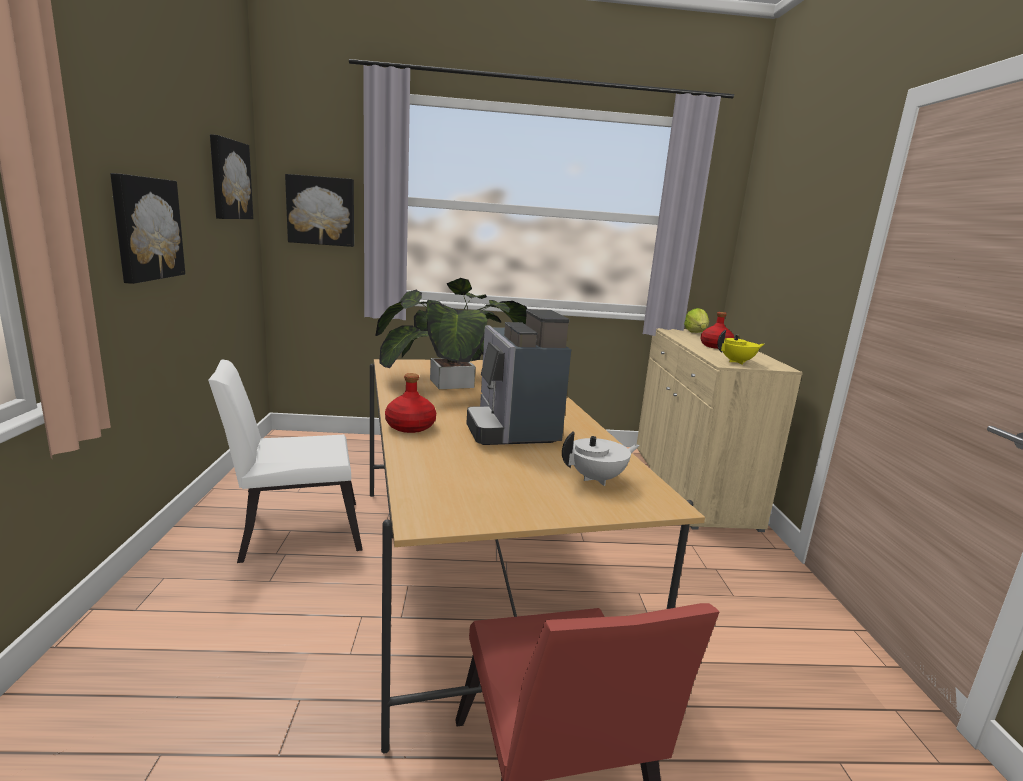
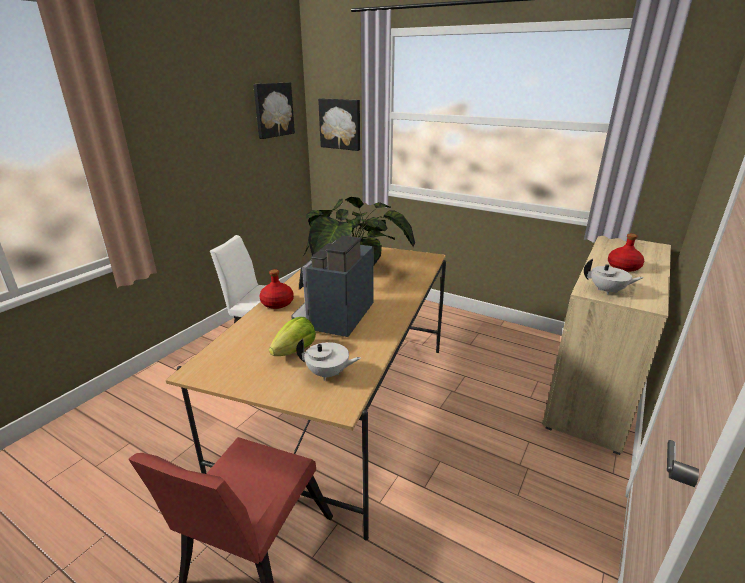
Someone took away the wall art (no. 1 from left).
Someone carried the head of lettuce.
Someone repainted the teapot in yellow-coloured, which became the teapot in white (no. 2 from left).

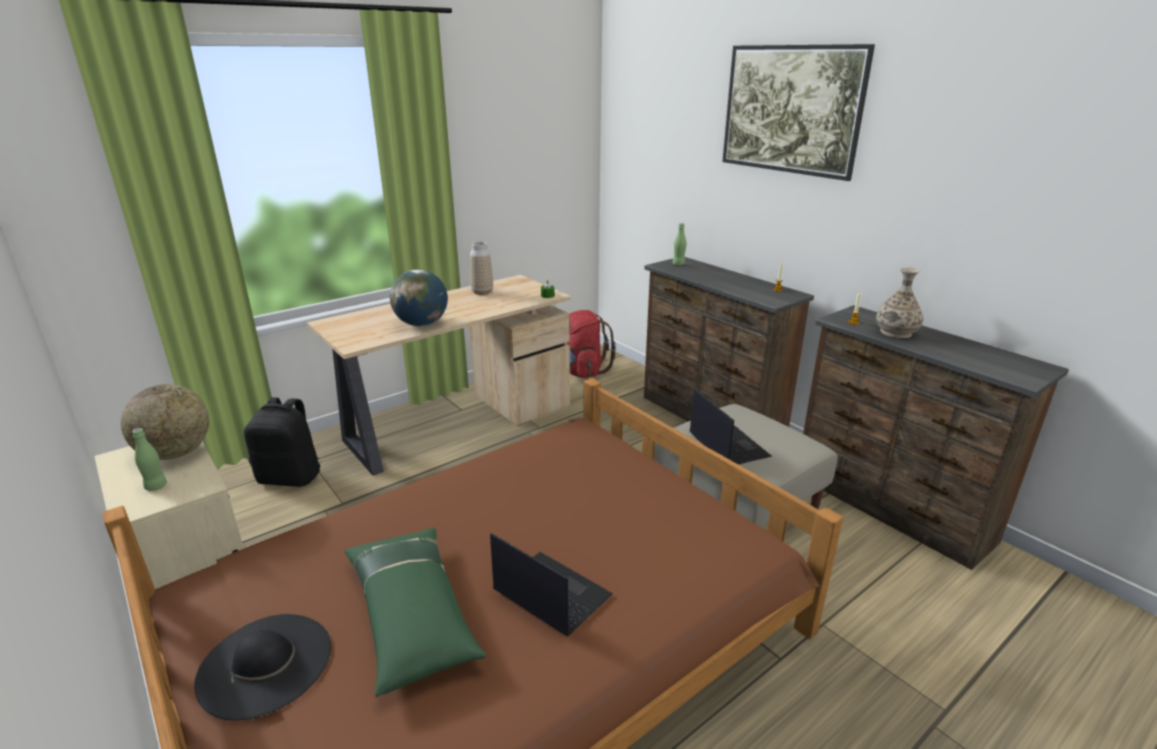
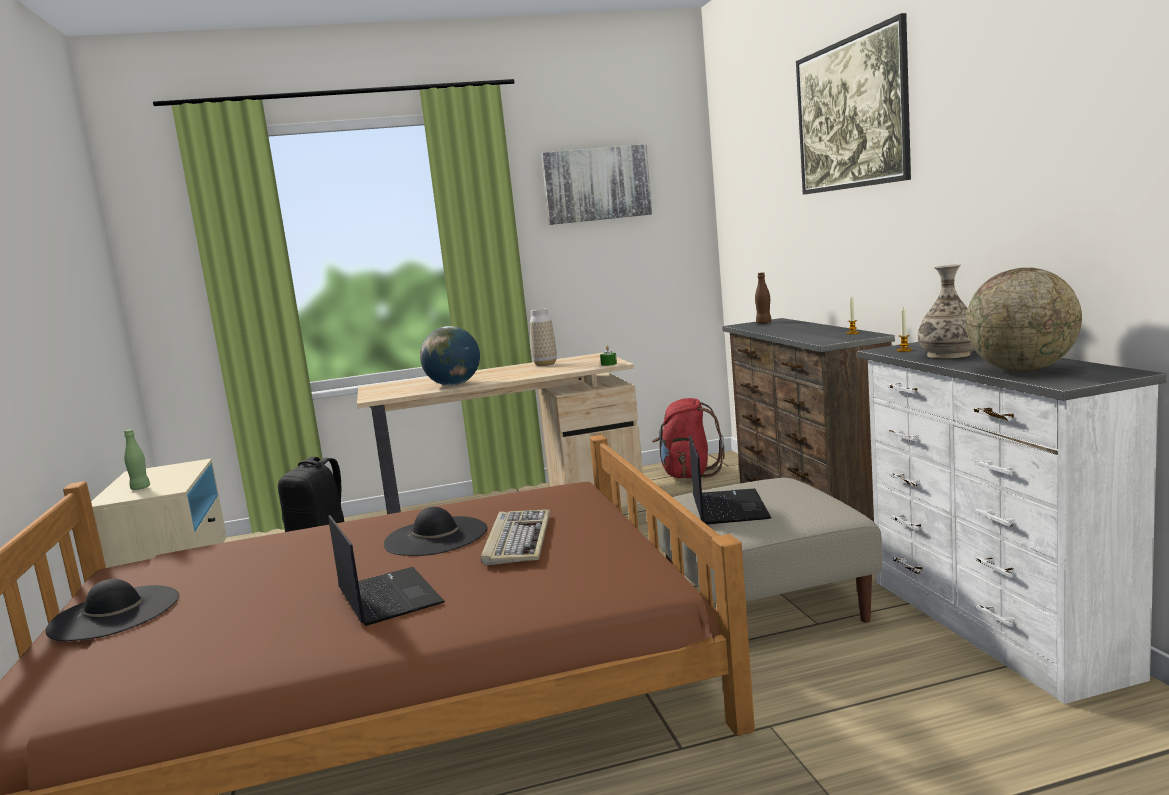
Someone carried the world globe (no. 1 from left in the first image).
Someone took away the cushion in green-coloured.
Someone repainted the drink bottle in green-coloured (no. 2 from left), which became the drink bottle in brown-coloured.
Someone repainted the chest of drawers in brown-coloured (no. 2 from left), which became the chest of drawers in white.
Someone put down the wearable hat in black-coloured (no. 2 from left).
Someone put down the keyboard.
Someone put up the wall art (no. 1 from left).

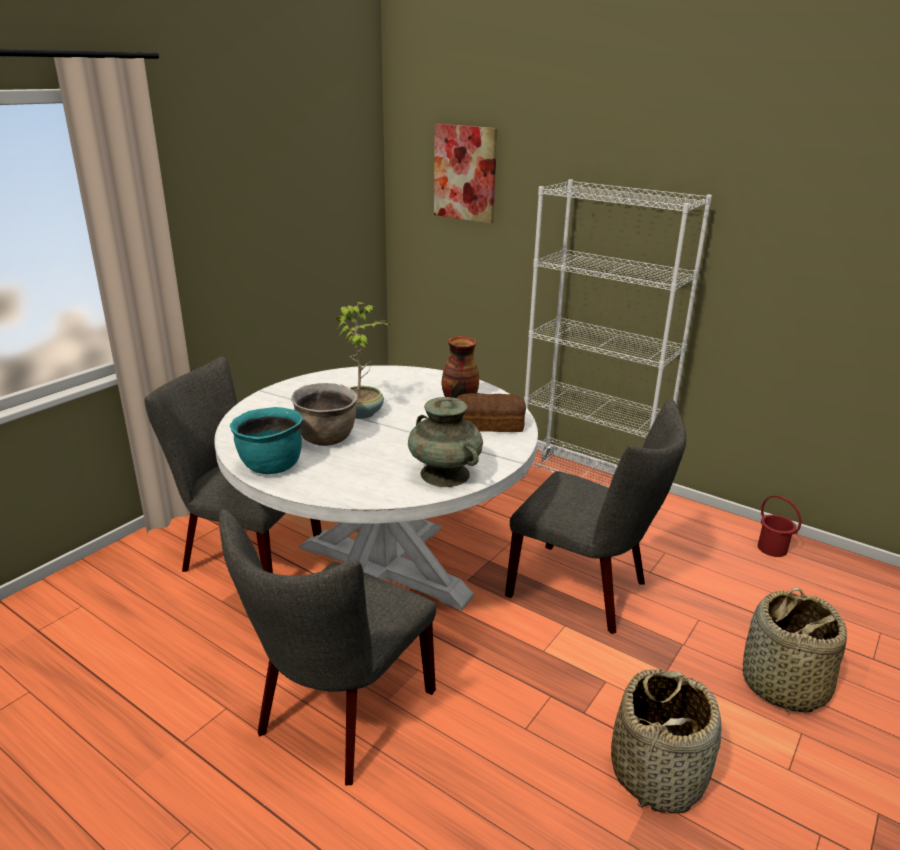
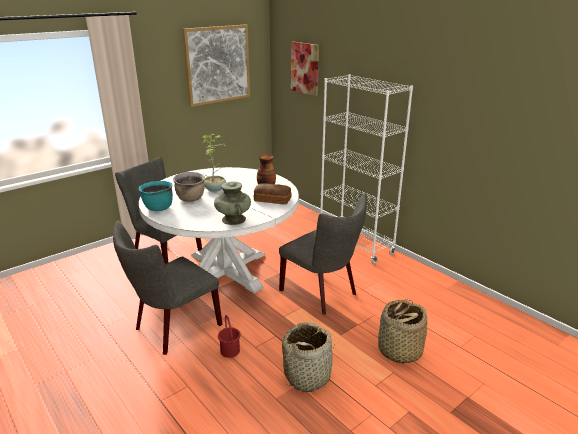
Someone carried the bucket in red-coloured.
Someone put up the wall art (no. 1 from left).

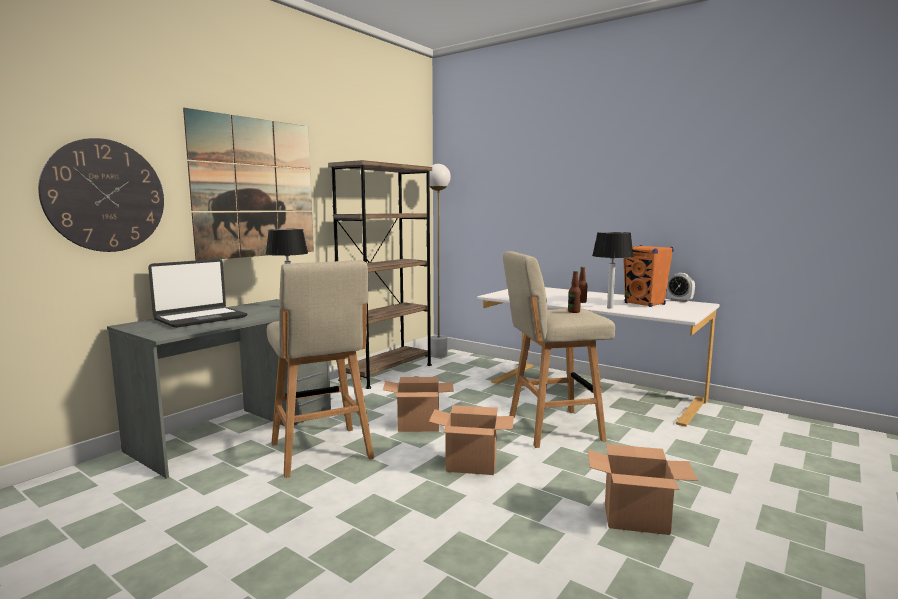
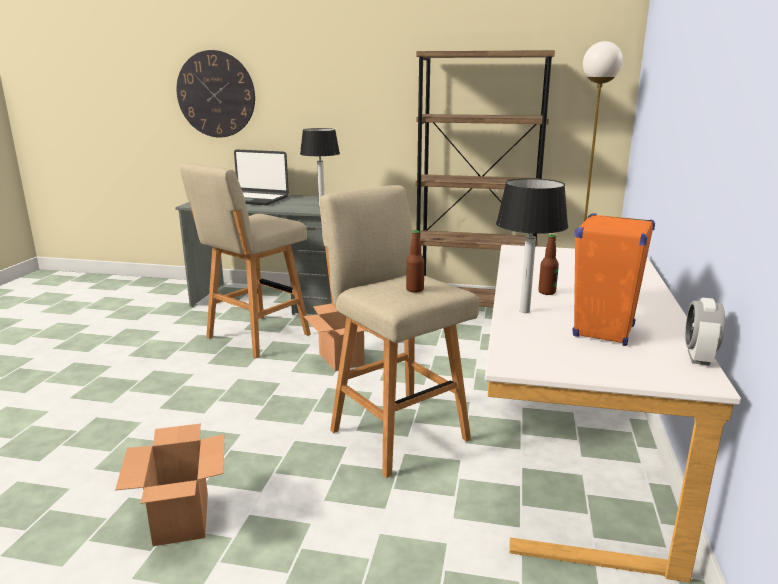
Someone took away the wall art.
Someone took away the cardboard box (no. 2 from left).

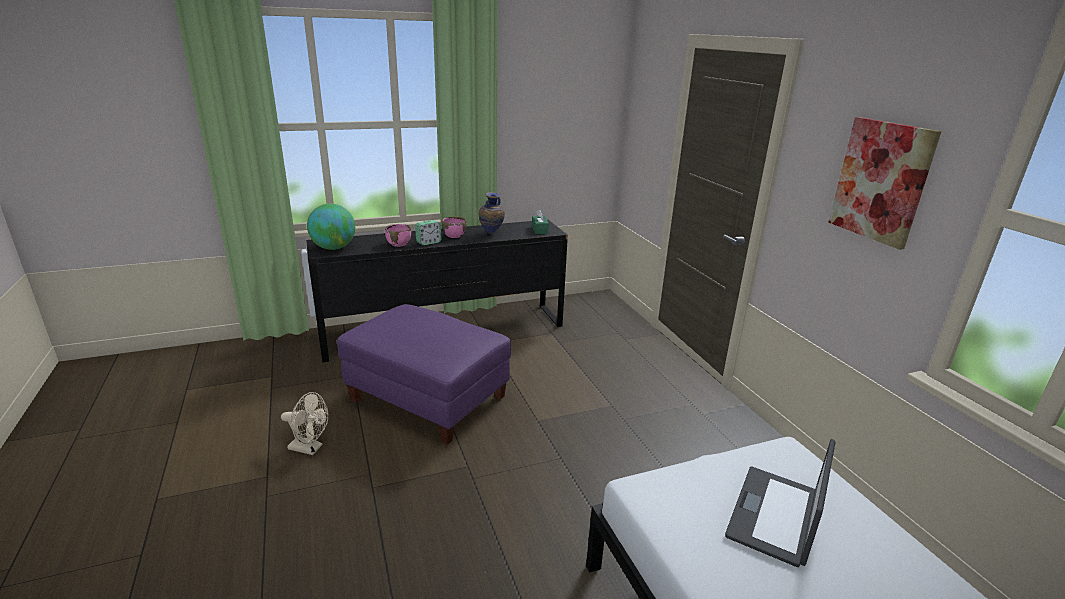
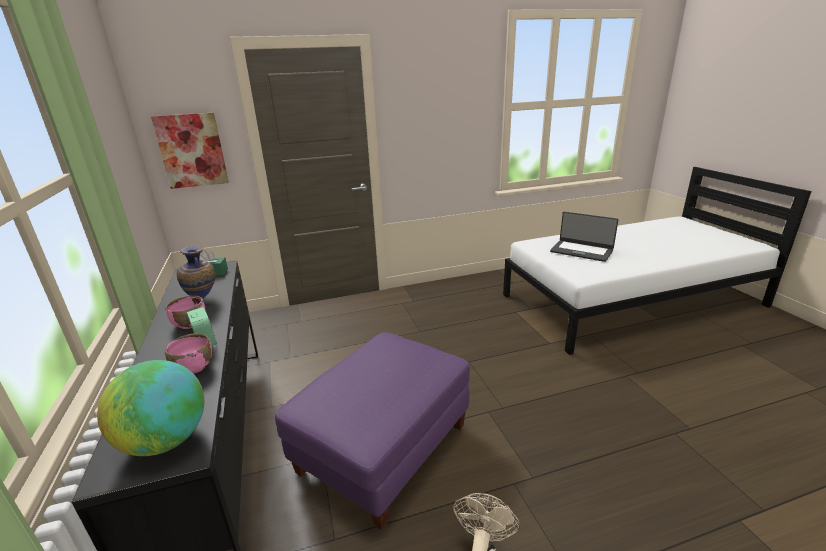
Someone carried the wall art.

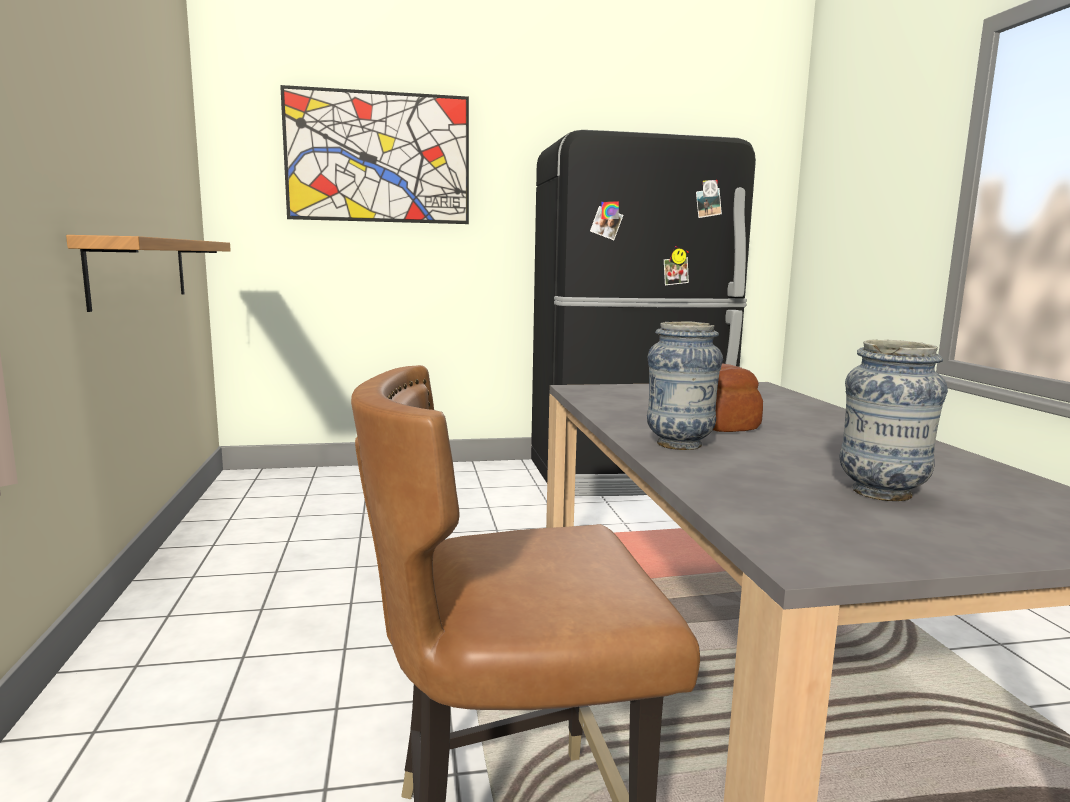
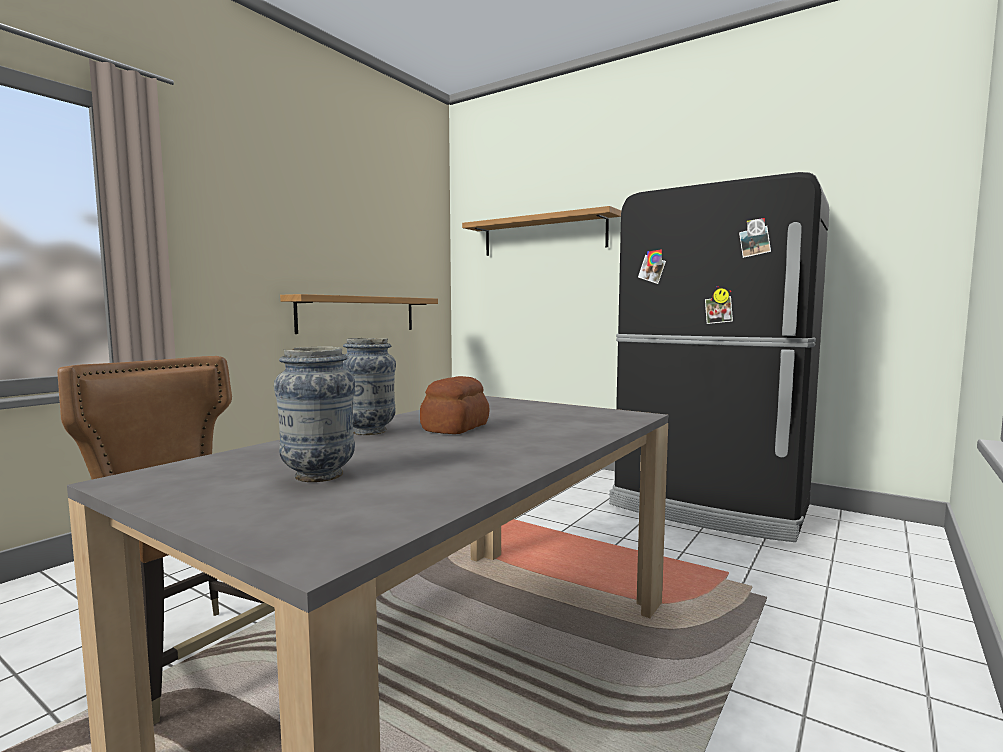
Someone swapped the wall art for the shelf (no. 2 from left).

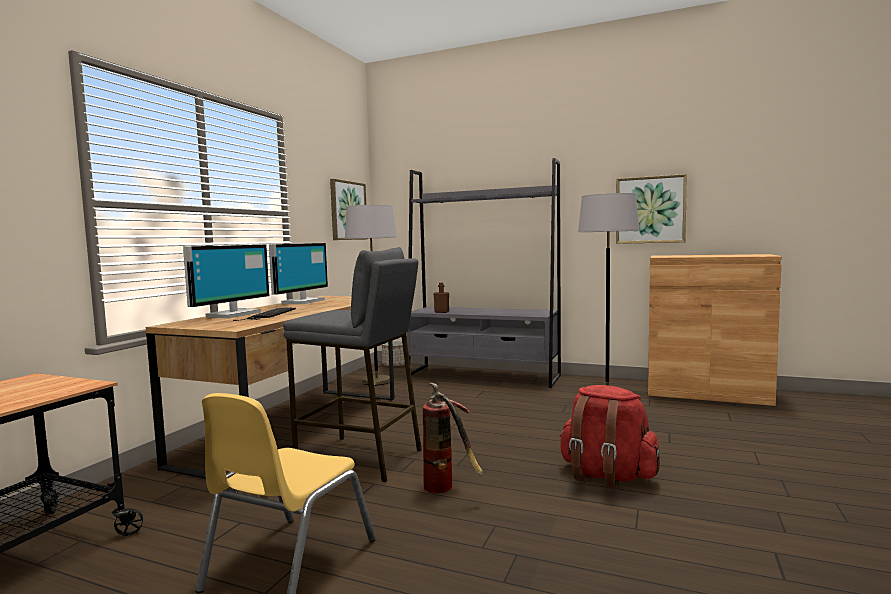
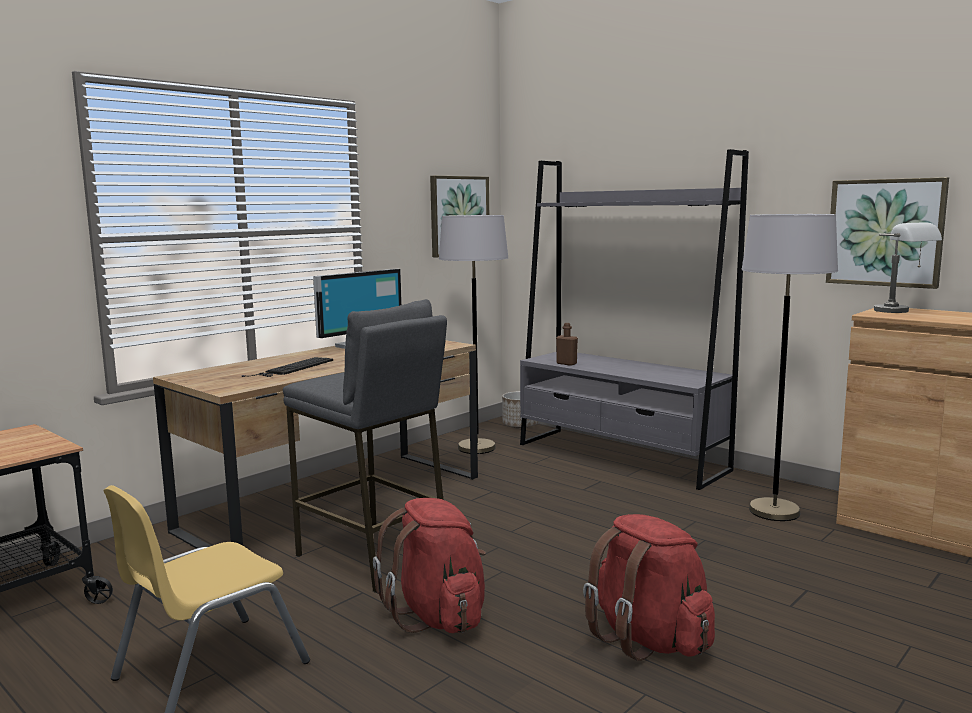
Someone took away the computer display (no. 1 from left).
Someone swapped the fire-fighting cylinder for the backpack in red-coloured (no. 1 from left).
Someone put down the lamp for a table in greyish.

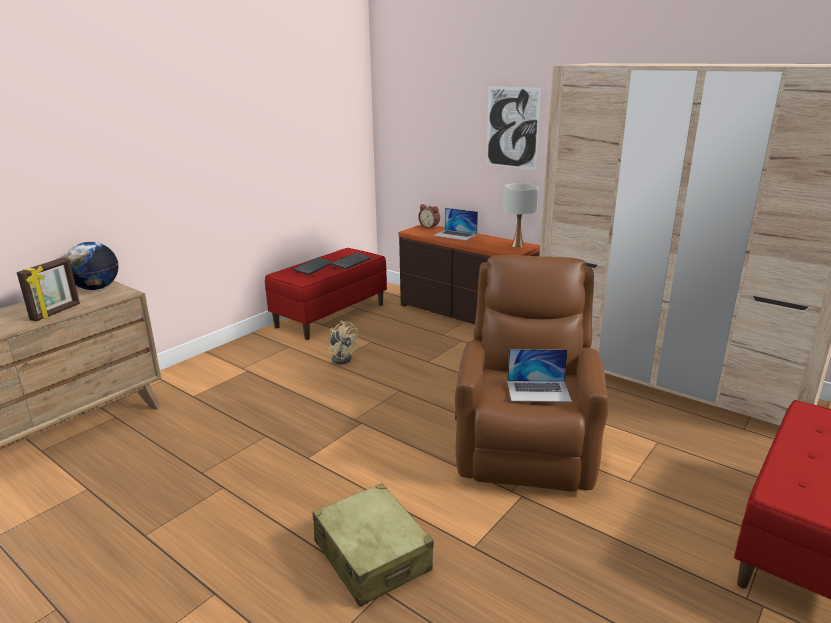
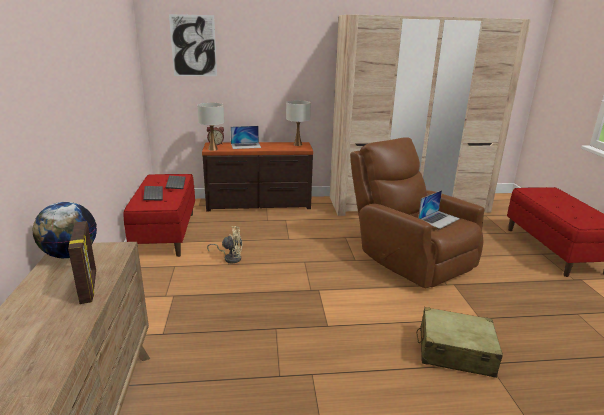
Someone carried the wall art.
Someone put down the lamp for a table in white (no. 1 from left).

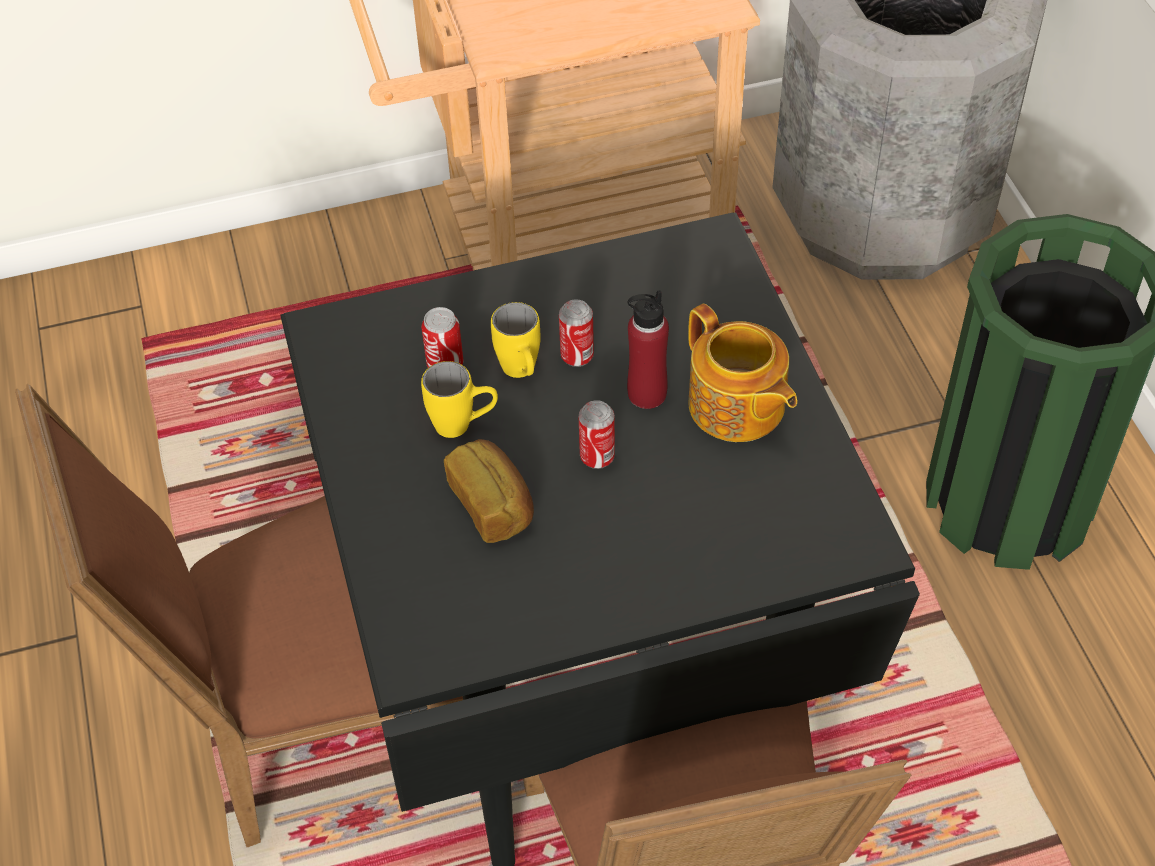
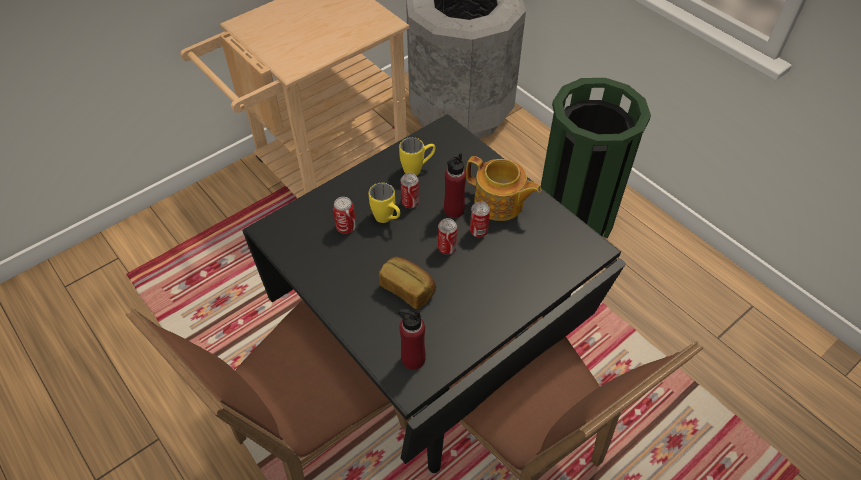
Someone carried the mug in yellow-coloured (no. 1 from left in the first image).
Someone put down the drink bottle in red-coloured (no. 1 from left).
Someone put down the sealed can (no. 4 from left).

